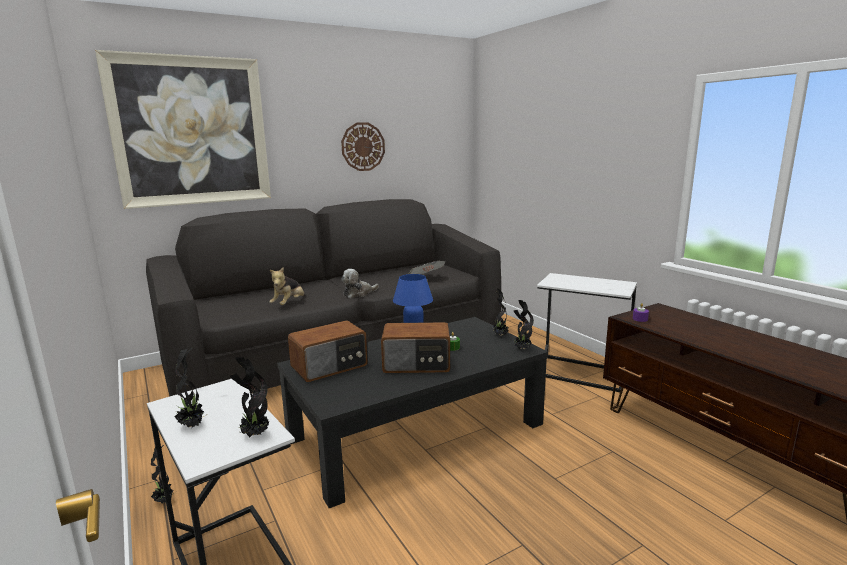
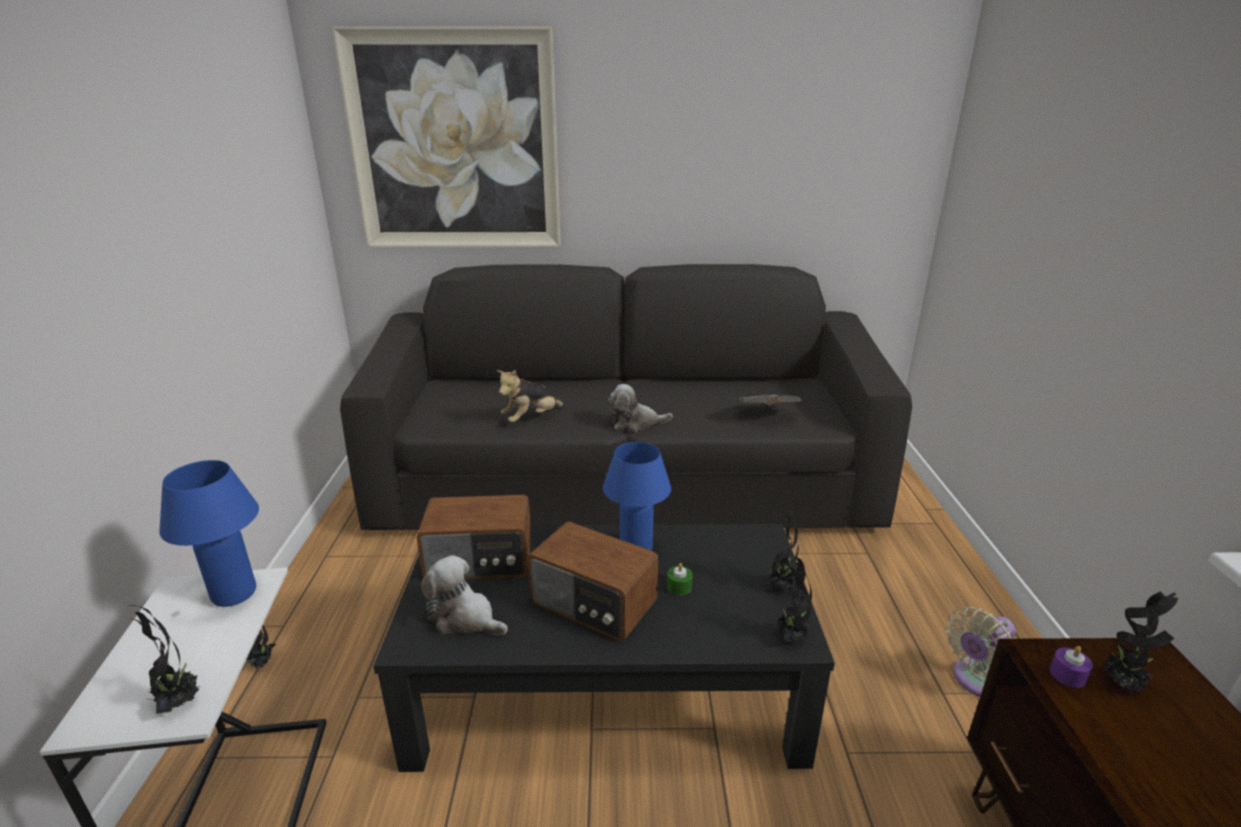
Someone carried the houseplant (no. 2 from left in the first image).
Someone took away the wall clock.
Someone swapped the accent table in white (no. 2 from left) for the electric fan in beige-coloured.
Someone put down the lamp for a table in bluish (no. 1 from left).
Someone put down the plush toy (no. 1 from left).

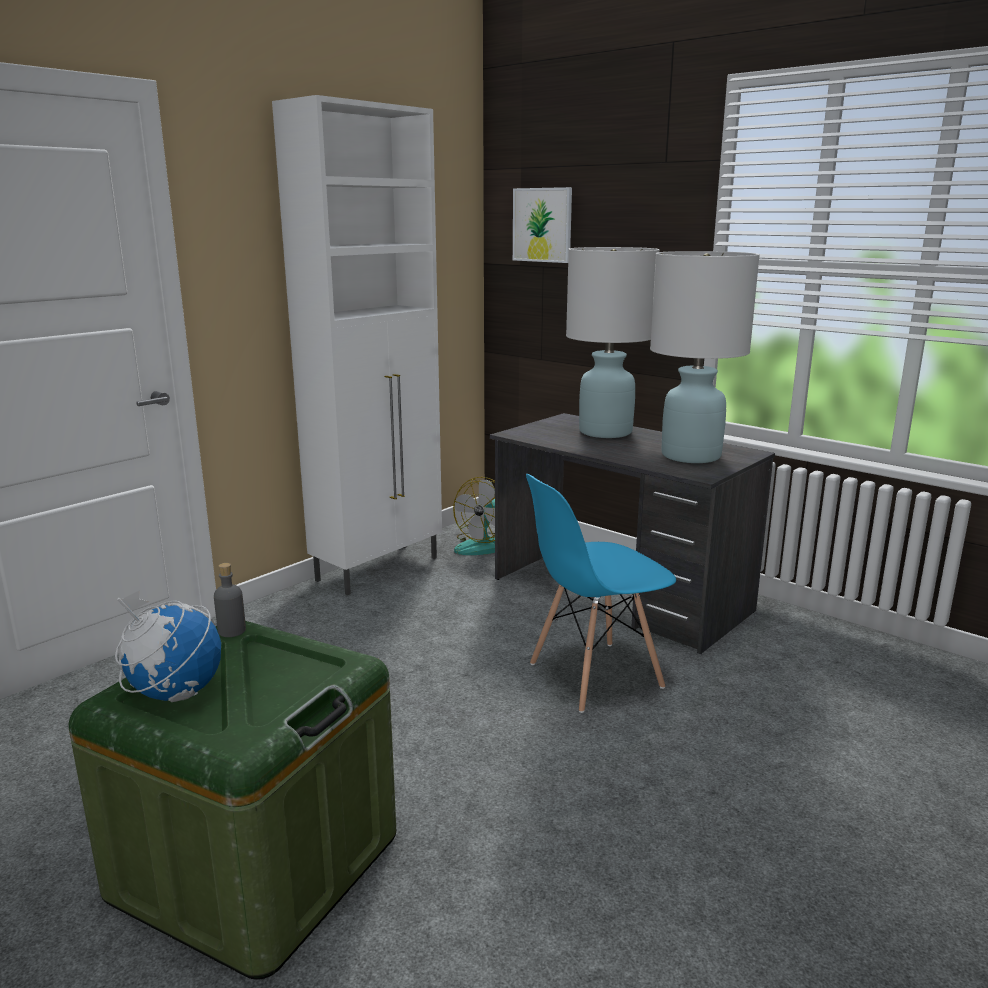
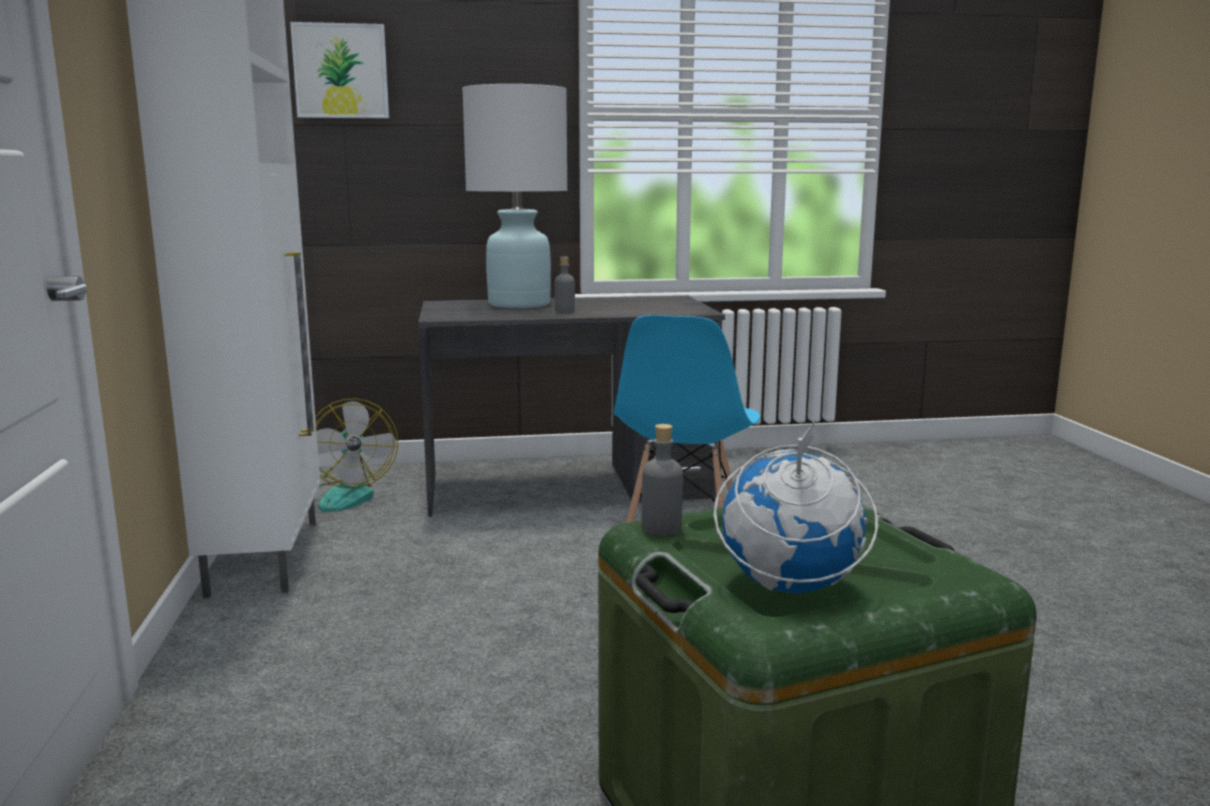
Someone took away the lamp for a table in white (no. 2 from left).
Someone put down the drink bottle in greyish (no. 1 from left).

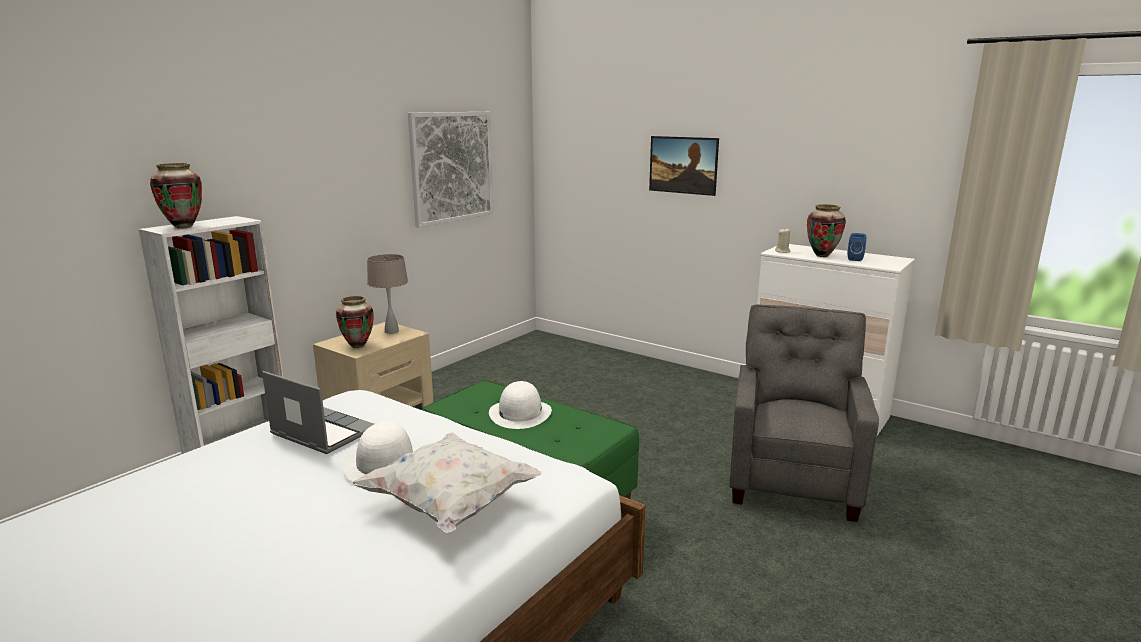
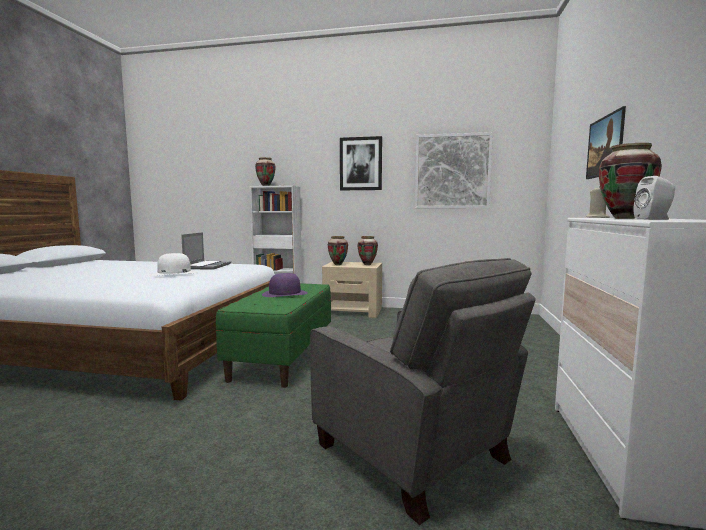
Someone took away the cushion in white.
Someone swapped the lamp for a table in beige-coloured for the flower vase (no. 3 from left).
Someone repainted the wearable hat in white (no. 2 from left), which became the wearable hat in purple-coloured.
Someone rotated the easy chair in greyish by 60 degrees clockwise.
Someone repainted the loudspeaker in bluish, which became the loudspeaker in white.
Someone put up the wall art (no. 1 from left).

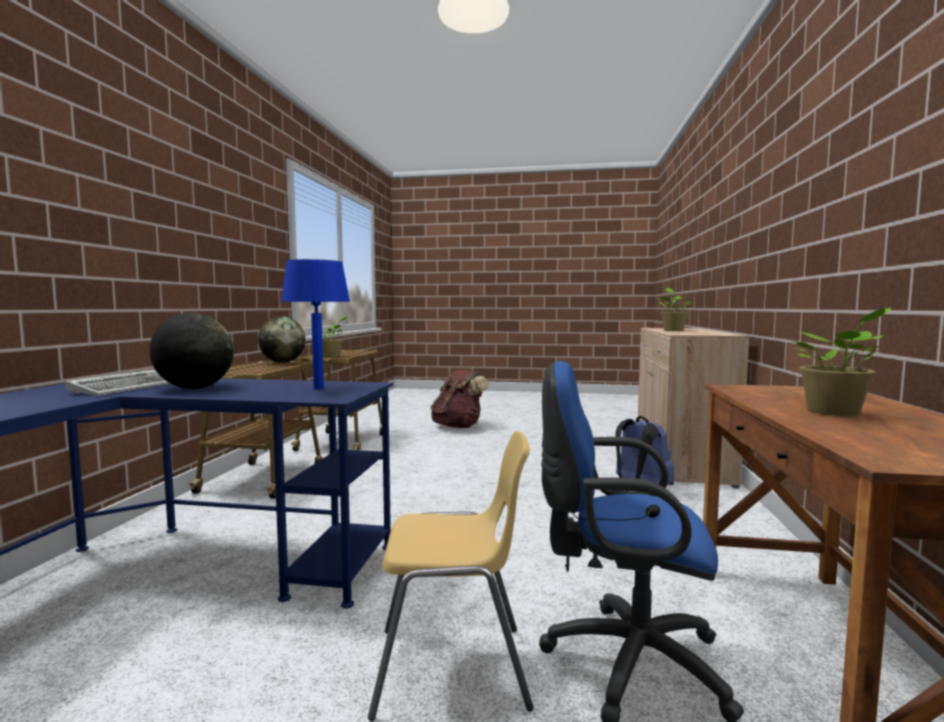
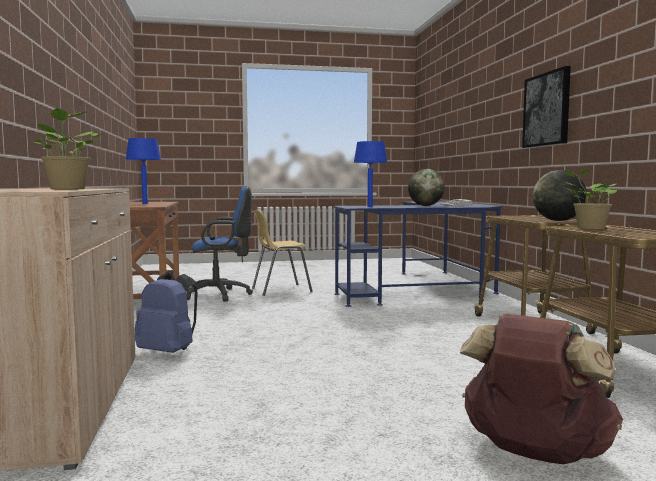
Someone swapped the houseplant (no. 3 from left) for the lamp for a table in bluish (no. 1 from left).
Someone put up the wall art.

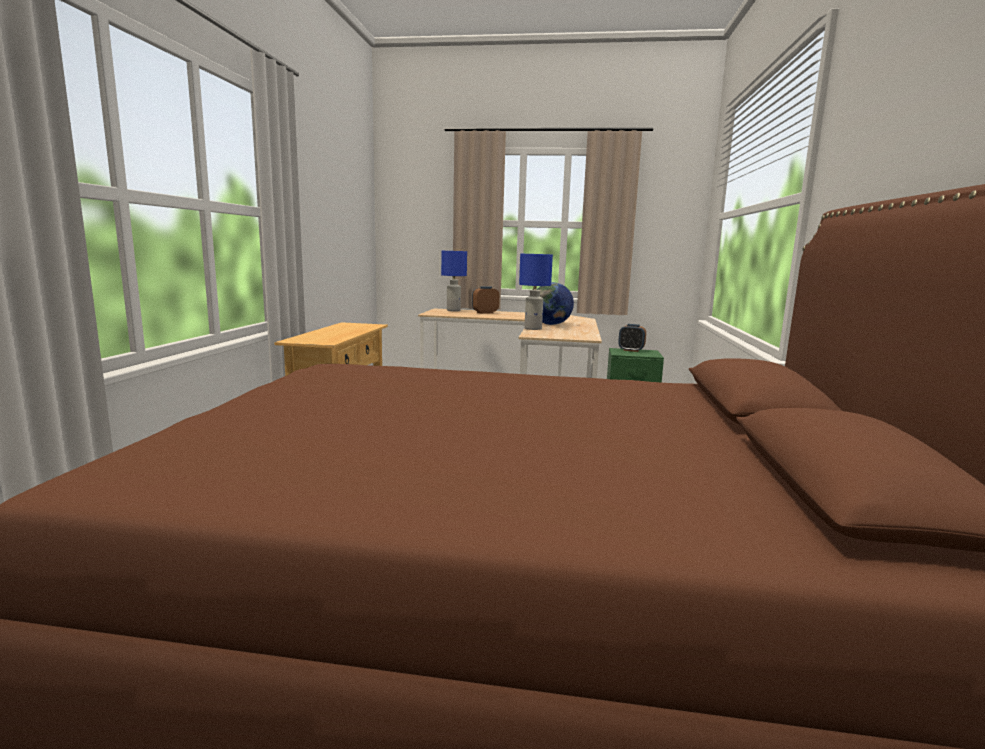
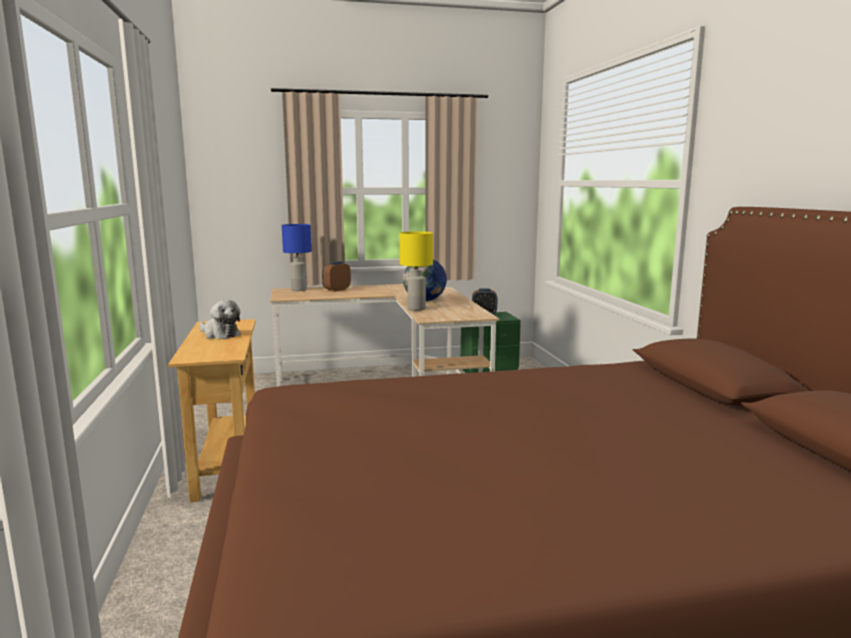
Someone repainted the lamp for a table in bluish (no. 2 from left), which became the lamp for a table in yellow-coloured.
Someone put down the plush toy.

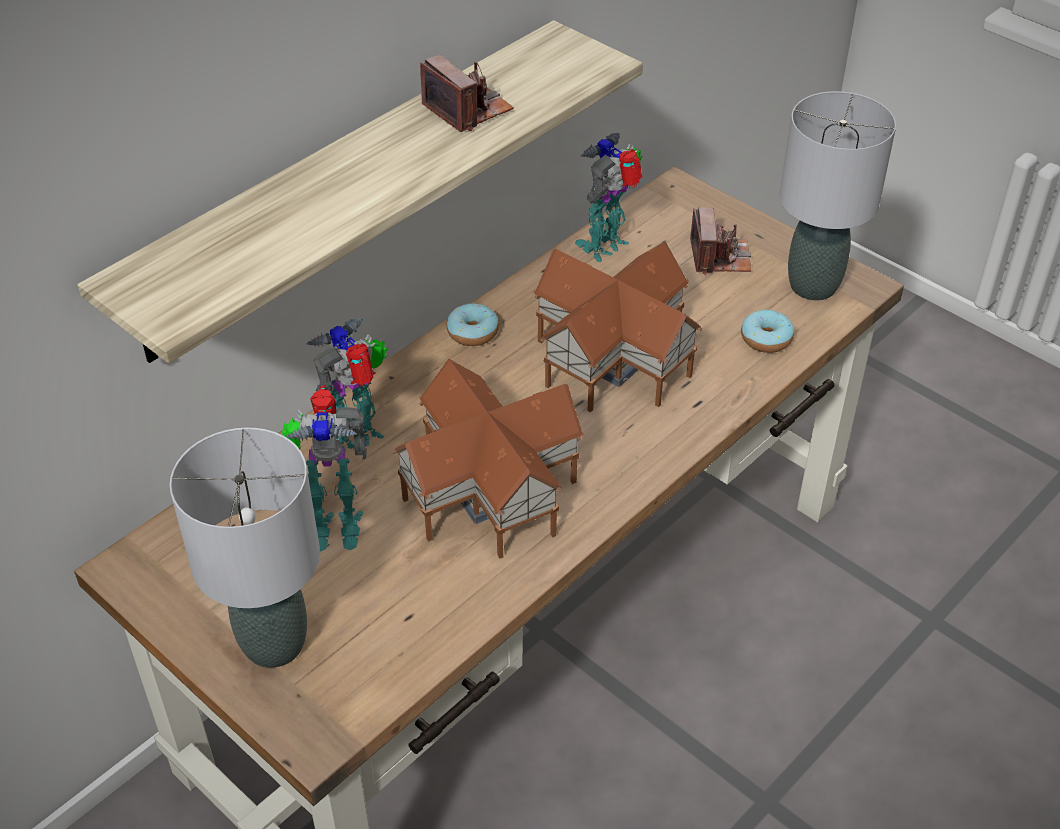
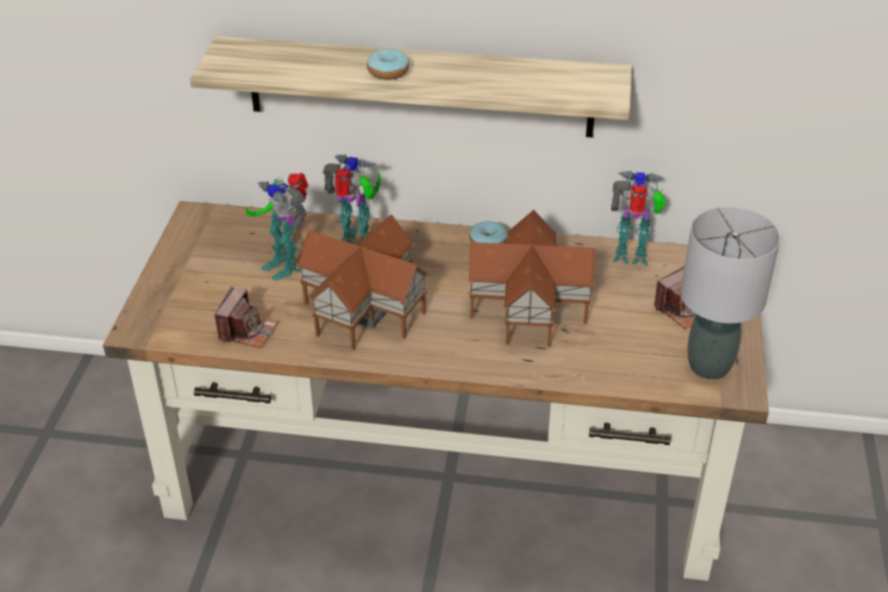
Someone took away the lamp for a table in greyish (no. 1 from left).
Someone carried the still camera (no. 1 from left).
Someone carried the donut (no. 2 from left in the first image).

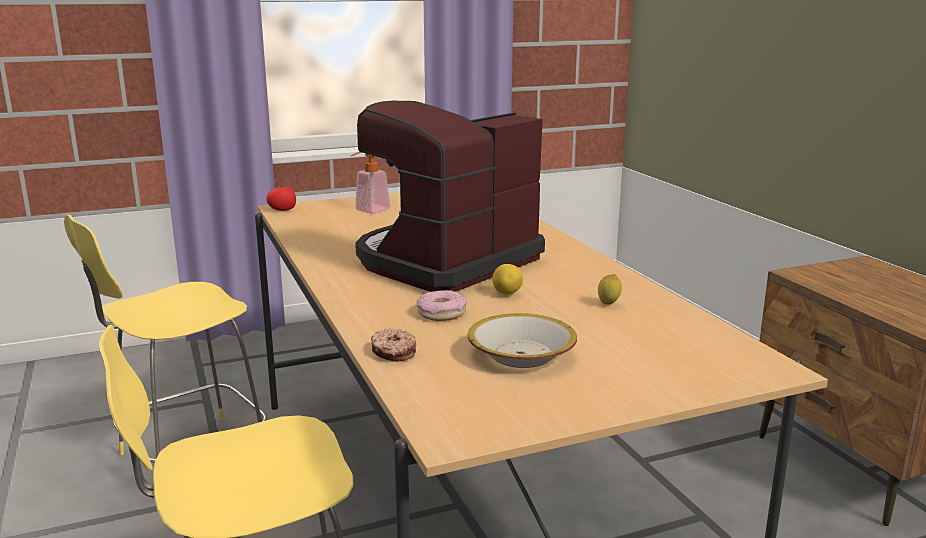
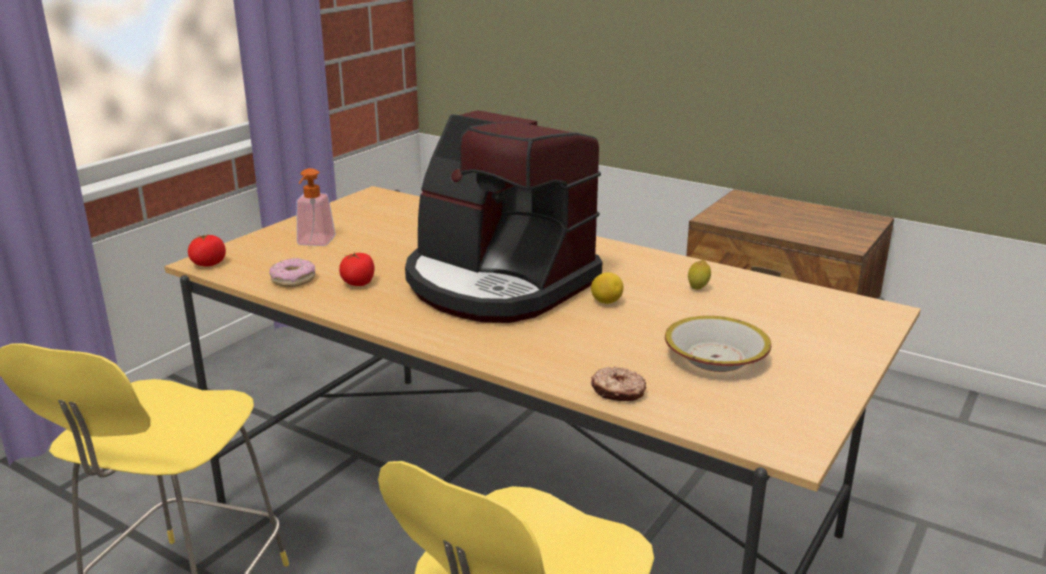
Someone rotated the coffee brewer by 60 degrees counterclockwise.
Someone carried the donut (no. 2 from left in the first image).
Someone put down the tomato (no. 2 from left).

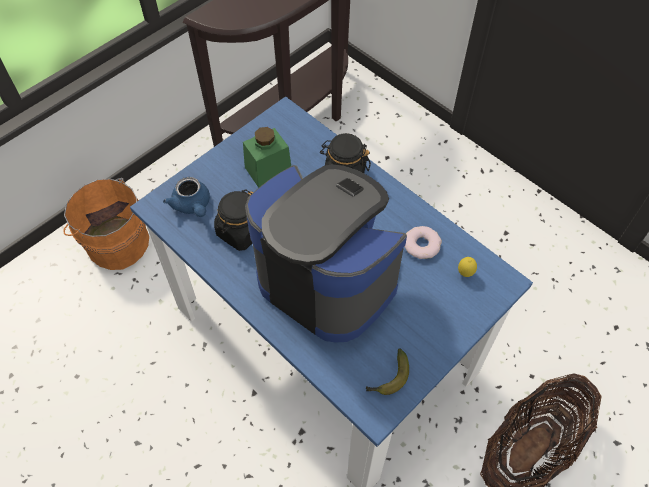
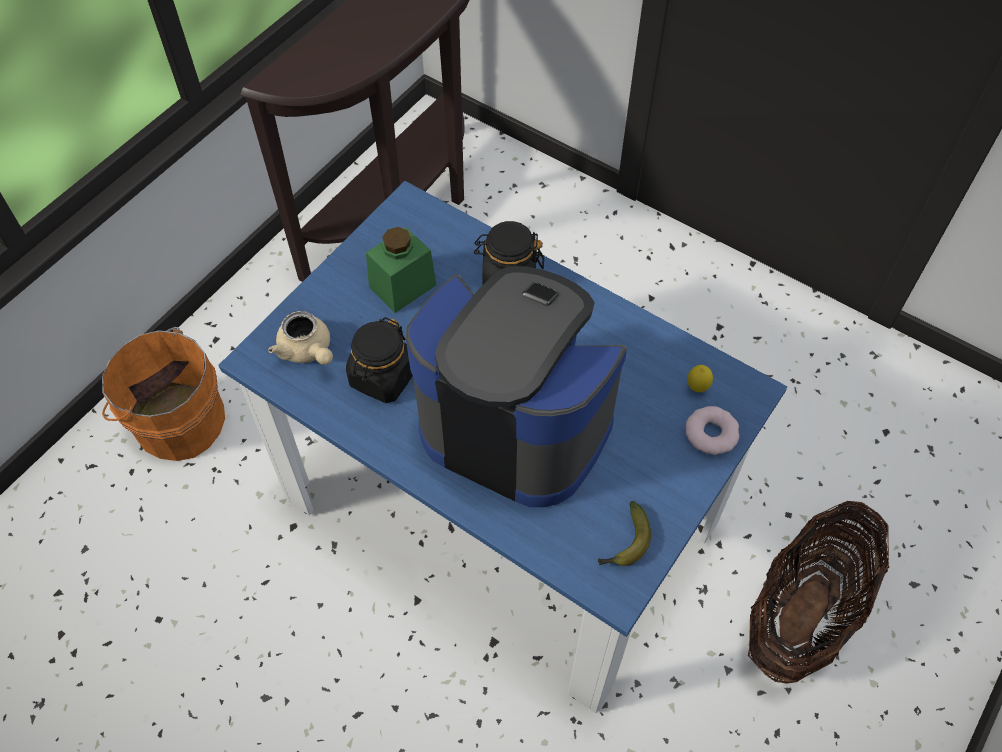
Someone repainted the teapot in bluish, which became the teapot in beige-coloured.
Someone carried the donut.

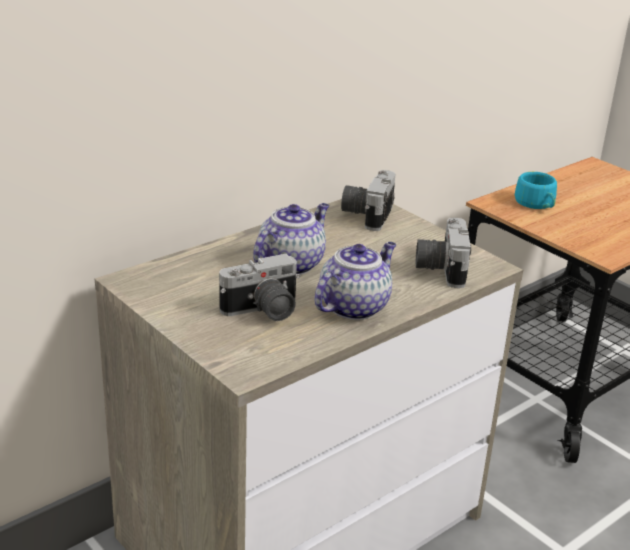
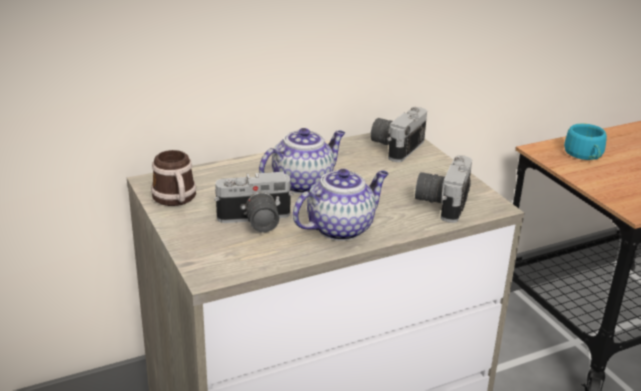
Someone put down the mug.

